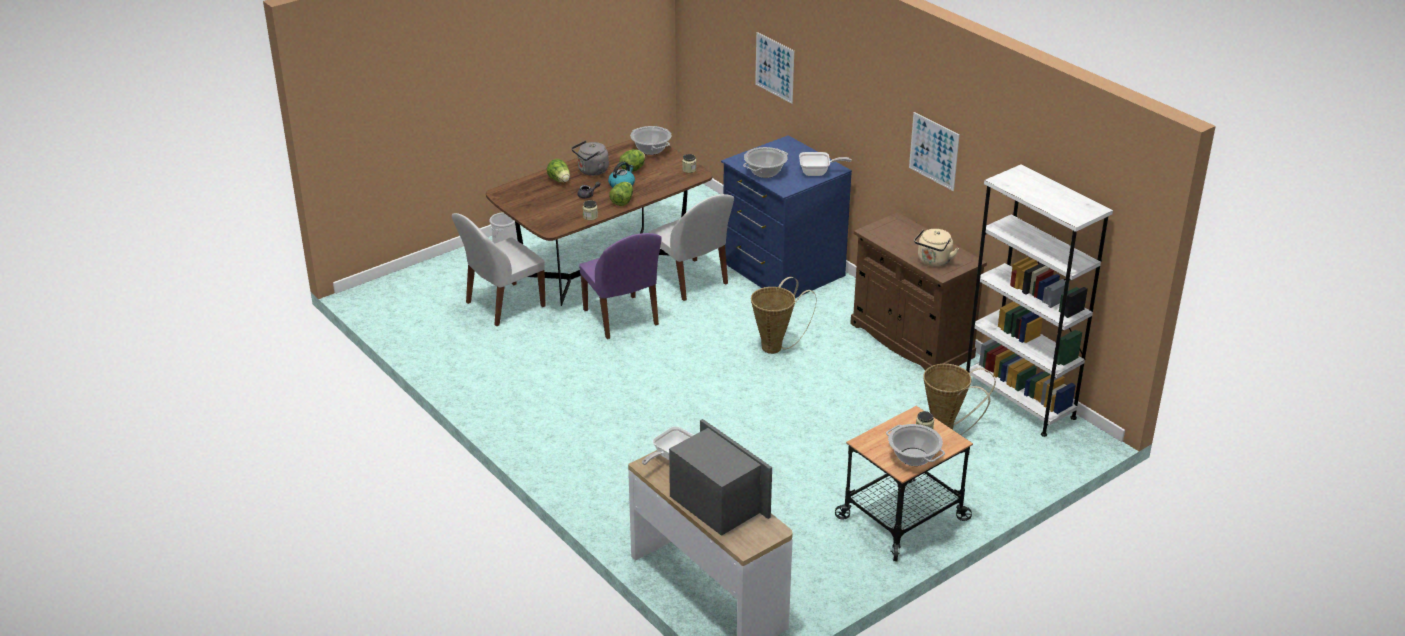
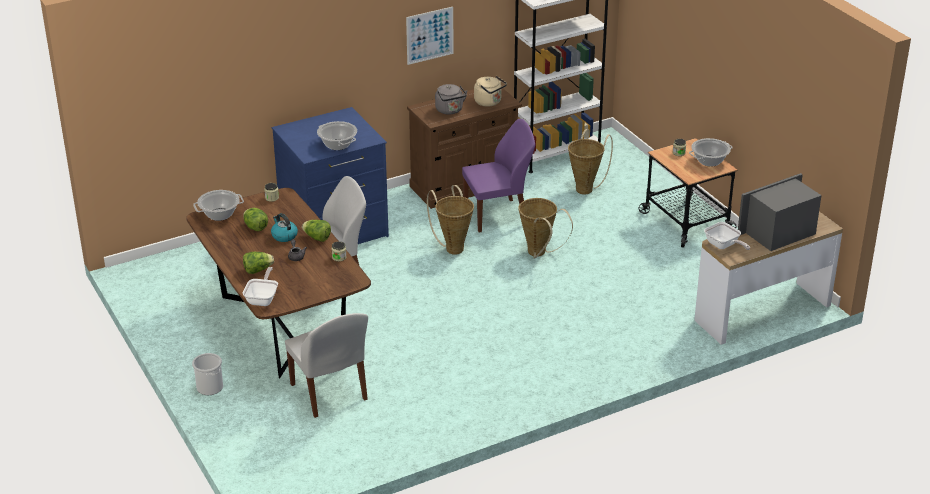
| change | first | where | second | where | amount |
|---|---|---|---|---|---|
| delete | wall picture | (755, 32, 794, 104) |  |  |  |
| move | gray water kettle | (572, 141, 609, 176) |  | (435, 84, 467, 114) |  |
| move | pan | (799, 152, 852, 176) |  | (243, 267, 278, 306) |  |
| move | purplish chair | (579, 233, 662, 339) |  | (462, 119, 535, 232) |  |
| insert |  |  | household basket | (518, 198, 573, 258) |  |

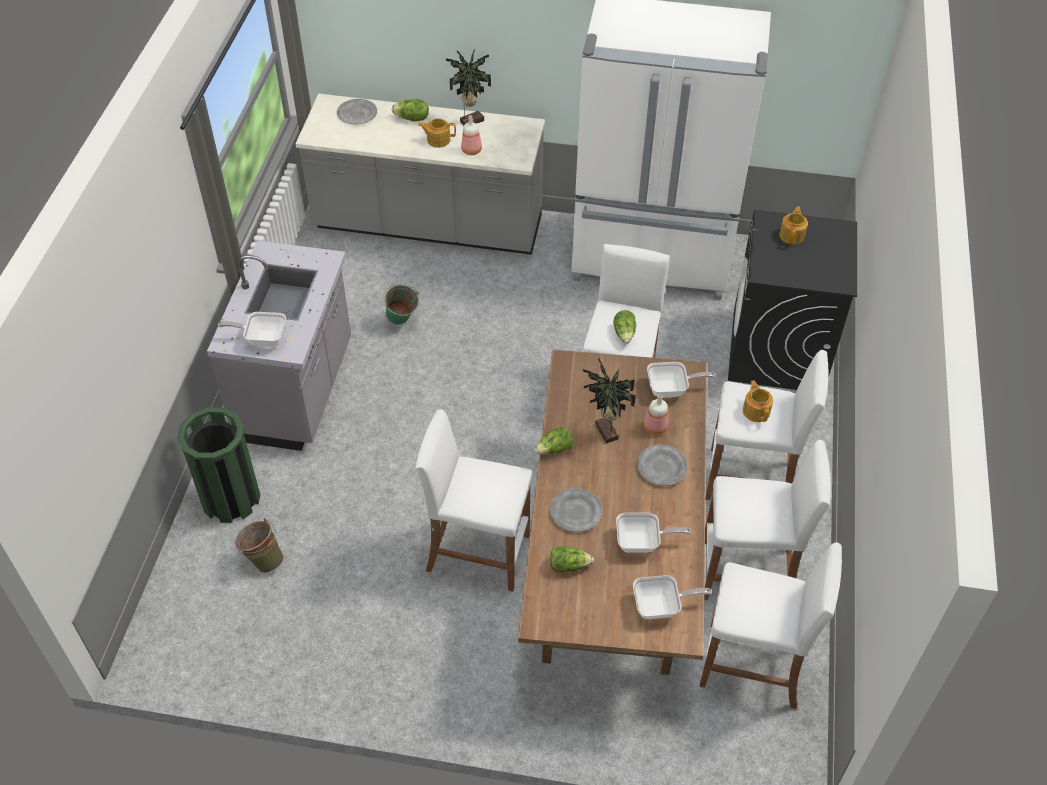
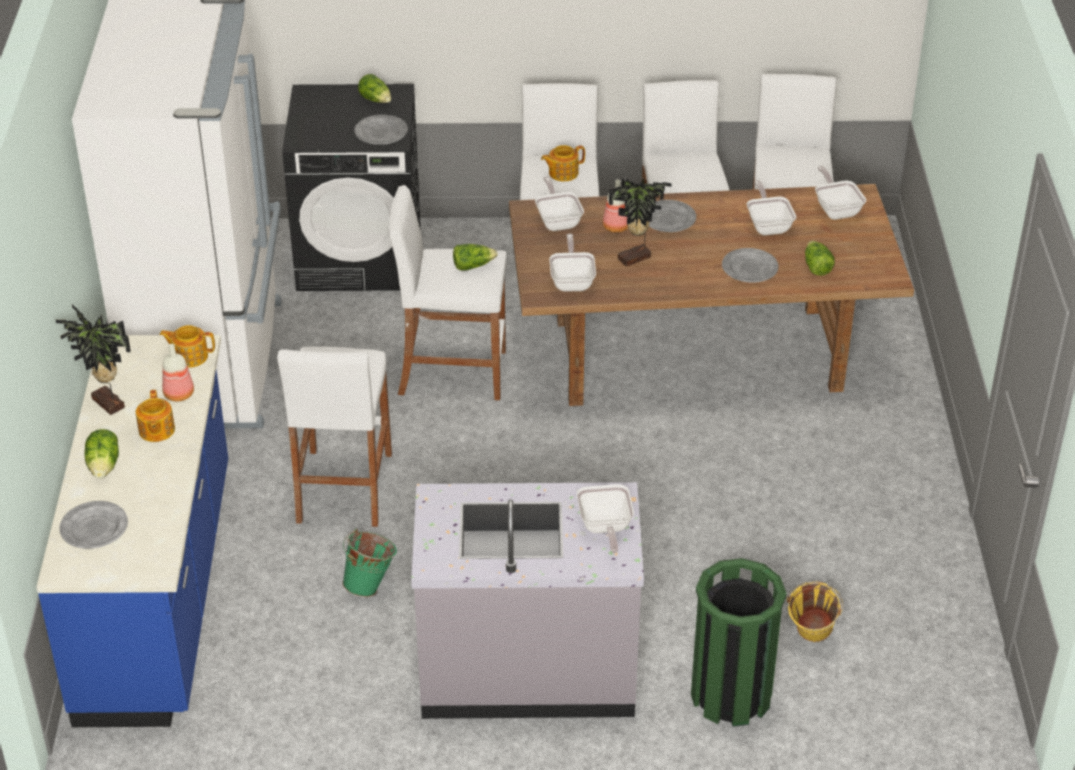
| change | first | where | second | where | amount |
|---|---|---|---|---|---|
| recolor | gray kitchen base unit | (296, 94, 545, 255) | blue-coloured kitchen base unit | (36, 335, 228, 727) |  |
| move | teapot | (779, 206, 808, 244) |  | (159, 325, 215, 368) |  |
| move | white stool seat | (416, 409, 532, 592) |  | (277, 346, 392, 527) |  |
| move | lettuce | (534, 427, 573, 454) |  | (358, 74, 391, 103) |  |
| recolor | green bucket | (234, 518, 284, 573) | yellowish bucket | (787, 581, 843, 642) |  |
| insert |  |  | gray flat dish | (354, 115, 408, 145) |  |
| insert |  |  | pan | (549, 234, 596, 292) |  |

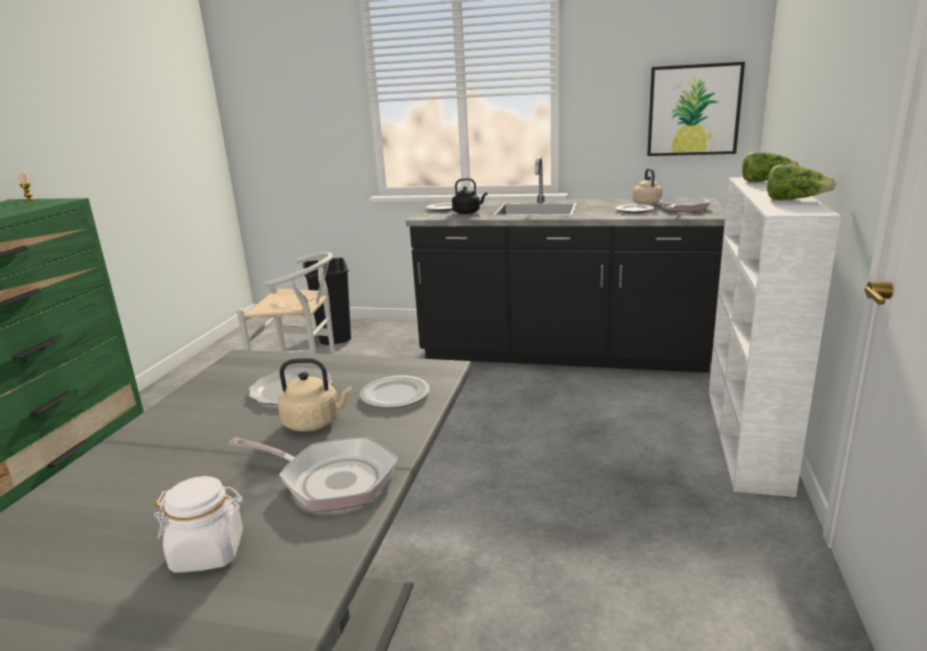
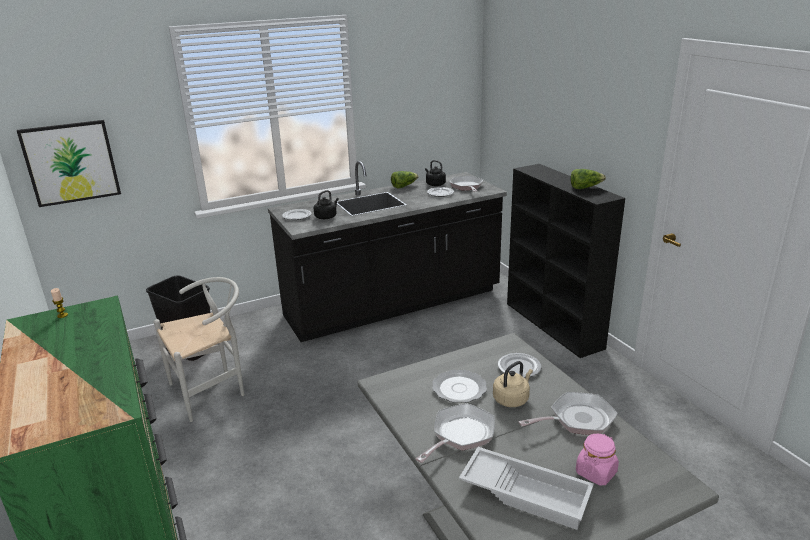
| change | first | where | second | where | amount |
|---|---|---|---|---|---|
| move | wall picture | (647, 62, 745, 156) |  | (17, 120, 121, 207) |  |
| move | lettuce | (742, 152, 799, 182) |  | (391, 171, 419, 188) |  |
| recolor | beige-coloured water kettle | (633, 168, 662, 205) | black water kettle | (425, 160, 446, 186) |  |
| recolor | white shelving unit | (709, 177, 841, 497) | black shelving unit | (507, 164, 625, 358) |  |
| recolor | white preserve jar | (154, 476, 243, 573) | pink-coloured preserve jar | (576, 434, 619, 485) |  |
| insert |  |  | pan | (416, 403, 495, 463) |  |
| insert |  |  | white serving tray | (459, 447, 594, 530) |  |

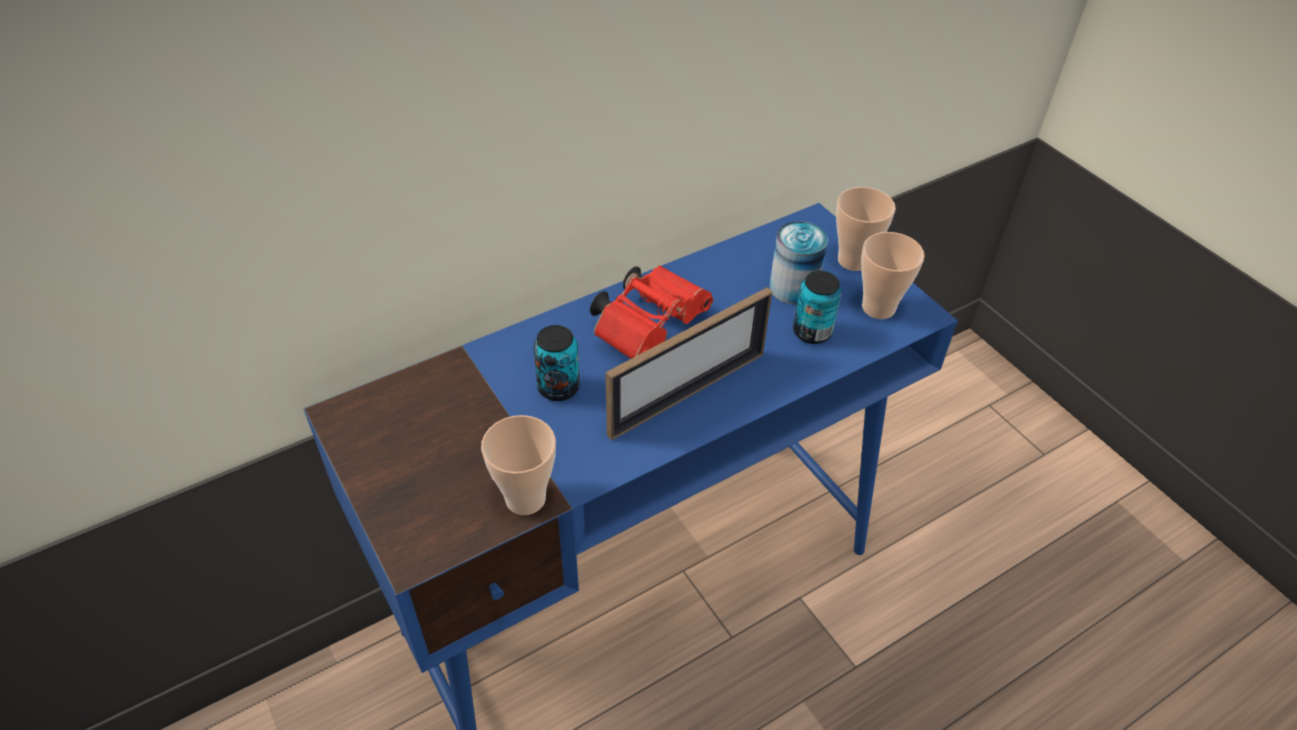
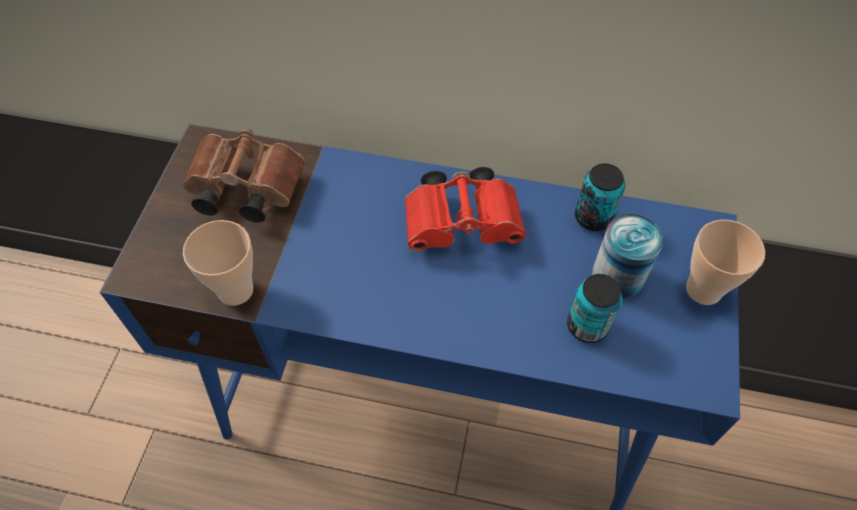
| change | first | where | second | where | amount |
|---|---|---|---|---|---|
| delete | small cup | (861, 232, 925, 319) |  |  |  |
| delete | standing frame | (606, 287, 772, 440) |  |  |  |
| move | metal can | (533, 325, 580, 401) |  | (575, 163, 625, 231) |  |
| insert |  |  | brown binoculars | (182, 129, 305, 223) |  |

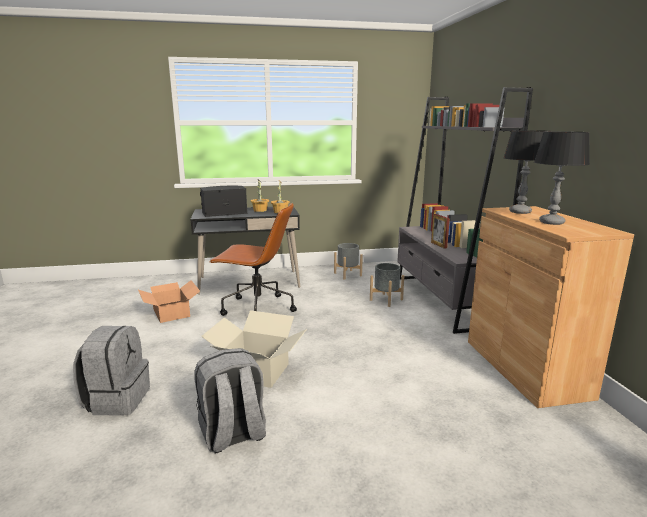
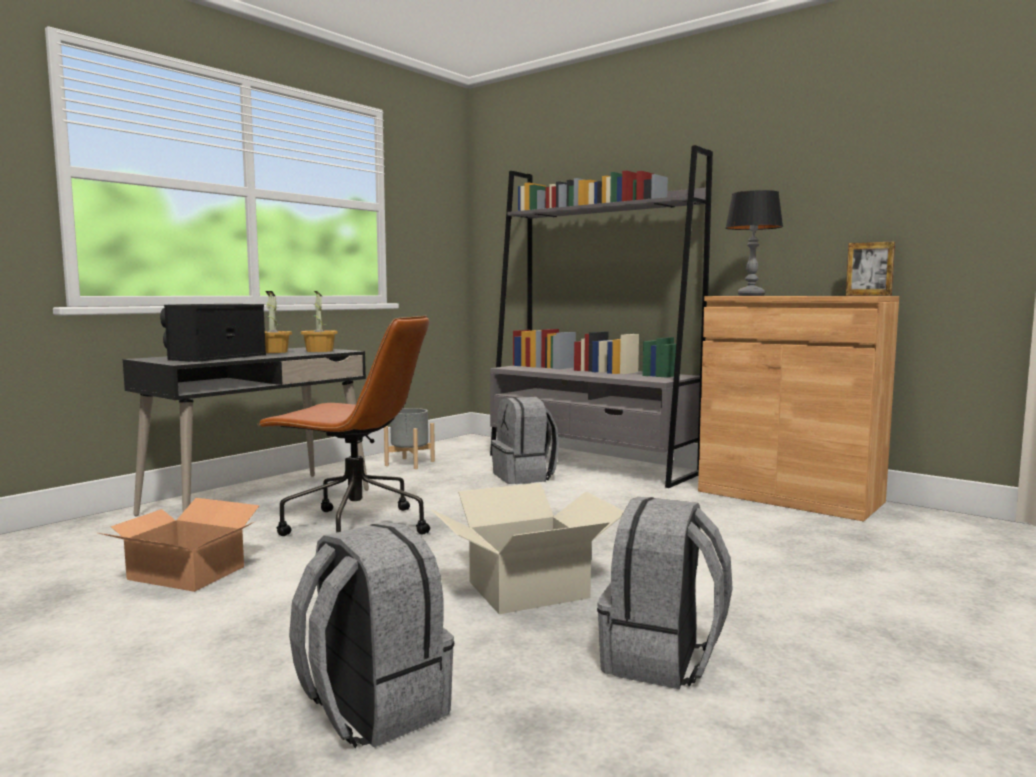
| change | first | where | second | where | amount |
|---|---|---|---|---|---|
| delete | table lamp | (534, 131, 590, 225) |  |  |  |
| rotate | brown office chair | (210, 202, 297, 316) |  | (257, 315, 430, 536) | 45 degrees clockwise |
| move | standing frame | (431, 214, 450, 249) |  | (846, 242, 895, 296) |  |
| replace | gray flower pot | (370, 263, 404, 307) | gray rucksack | (491, 397, 559, 484) |  |

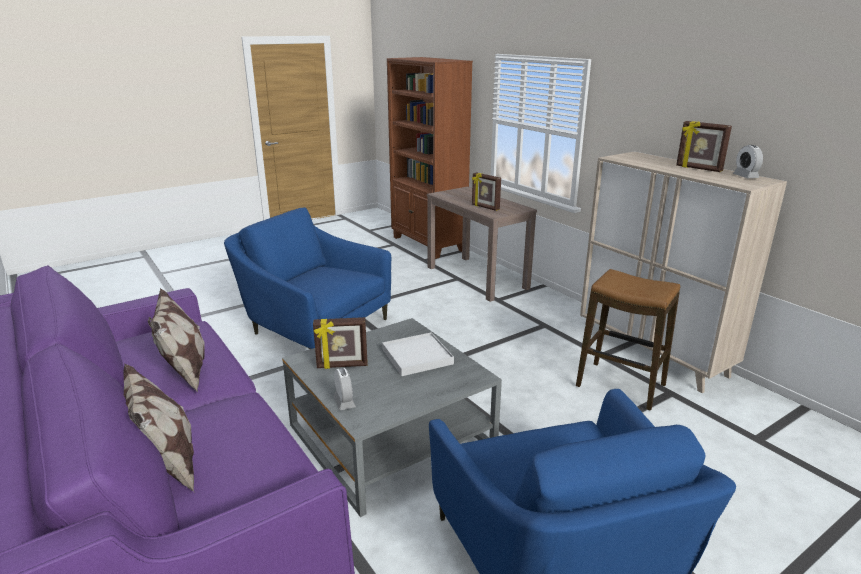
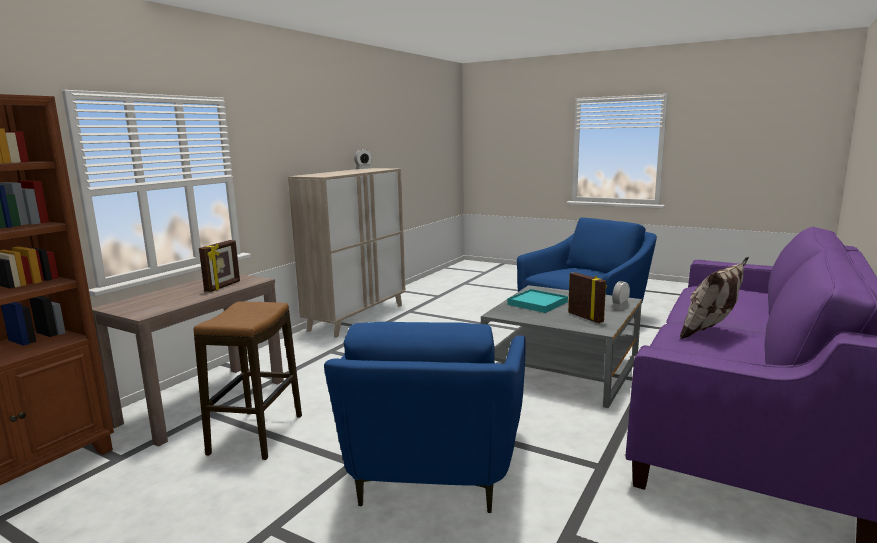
| change | first | where | second | where | amount |
|---|---|---|---|---|---|
| delete | standing frame | (676, 121, 732, 172) |  |  |  |
| move | stool seat | (576, 269, 680, 411) |  | (194, 302, 302, 460) |  |
| recolor | white serving tray | (382, 332, 454, 376) | turquoise-coloured serving tray | (507, 289, 568, 313) |  |
| delete | cushion | (123, 363, 195, 493) |  |  |  |

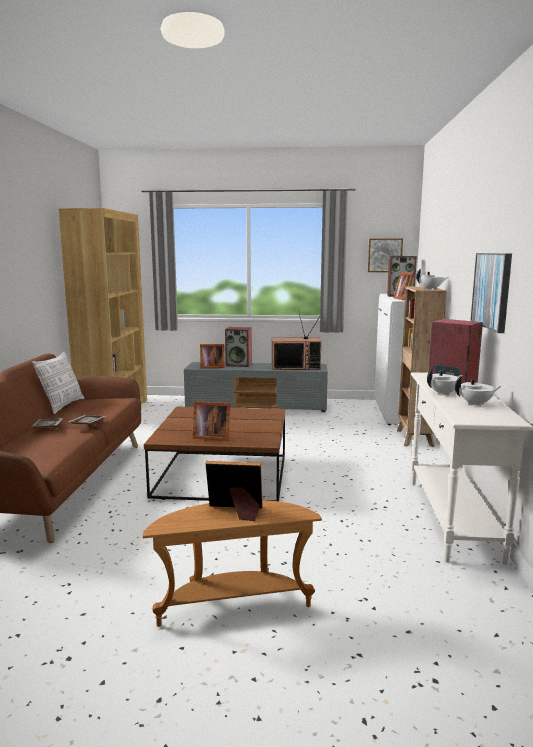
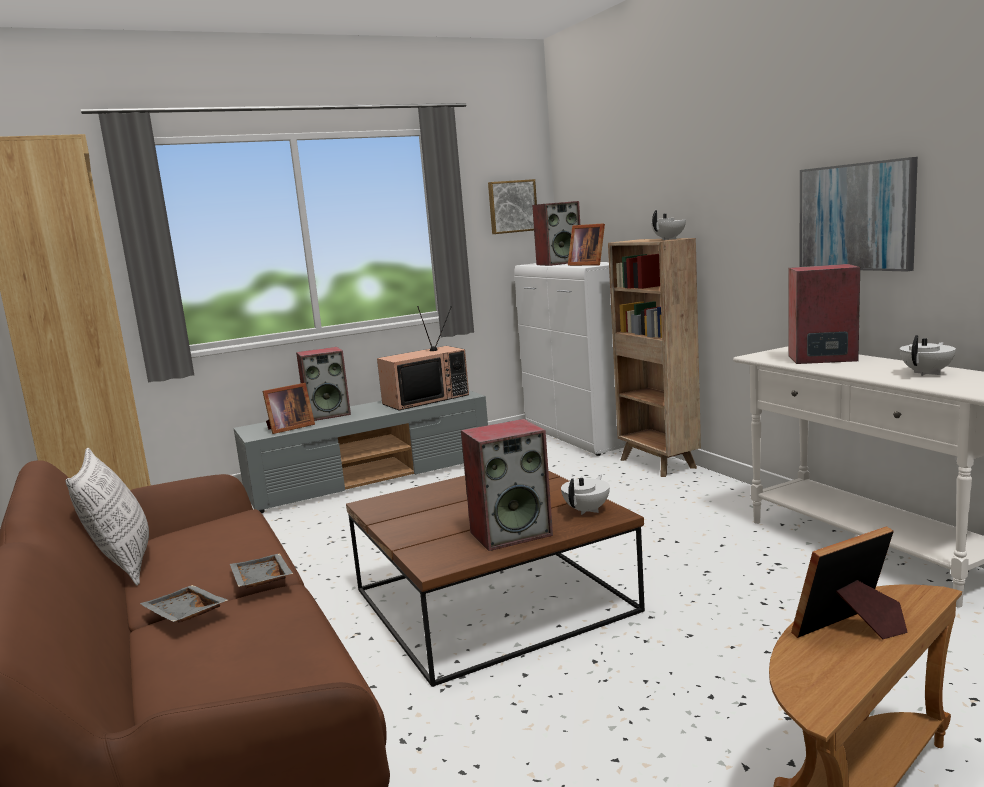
| change | first | where | second | where | amount |
|---|---|---|---|---|---|
| move | white teapot | (427, 368, 463, 396) |  | (561, 475, 610, 515) |  |
| replace | standing frame | (192, 401, 231, 441) | speaker | (461, 419, 553, 551) |  |

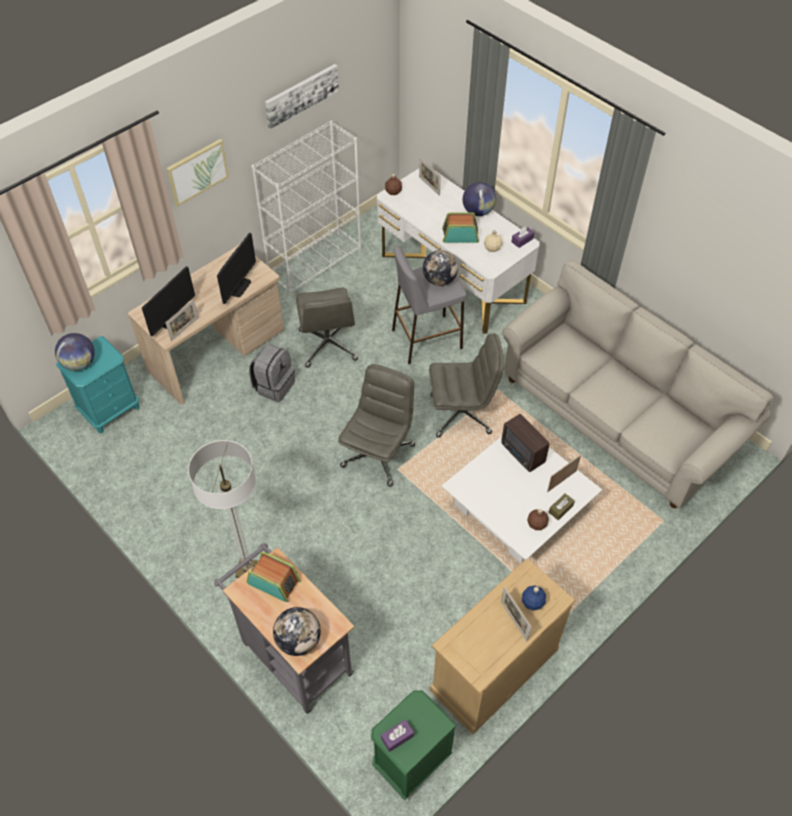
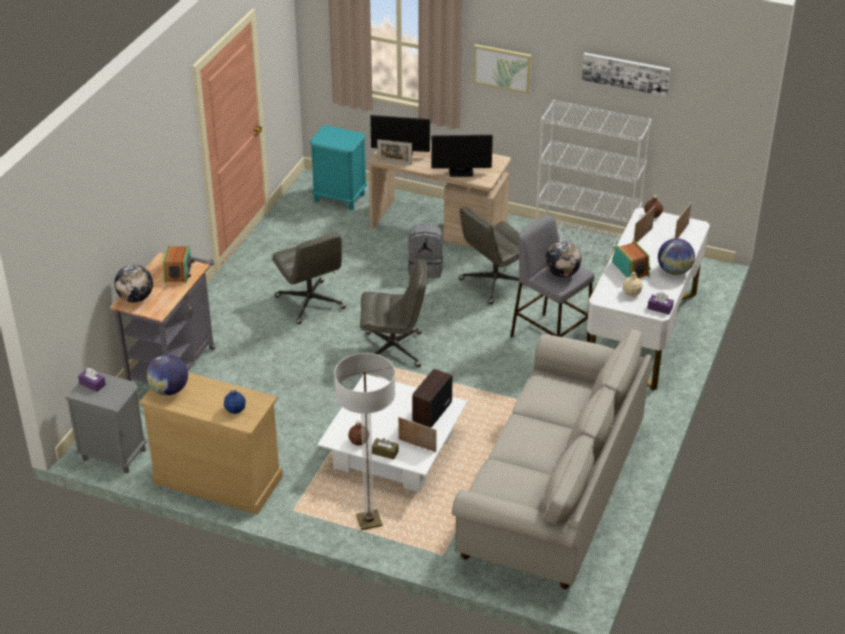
| change | first | where | second | where | amount |
|---|---|---|---|---|---|
| move | globe | (55, 333, 95, 371) |  | (147, 355, 188, 395) |  |
| move | gray office chair | (429, 333, 504, 438) |  | (272, 232, 346, 324) |  |
| move | standing lamp | (188, 440, 258, 578) |  | (334, 353, 395, 530) |  |
| move | standing frame | (501, 586, 532, 642) |  | (633, 206, 655, 242) |  |
| recolor | green night table | (371, 690, 457, 800) | gray night table | (65, 371, 147, 474) |  |

